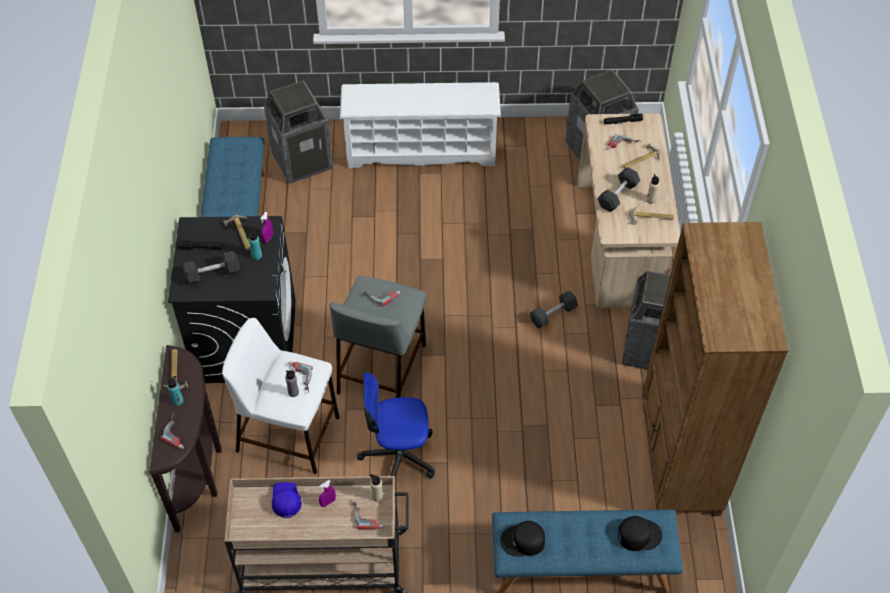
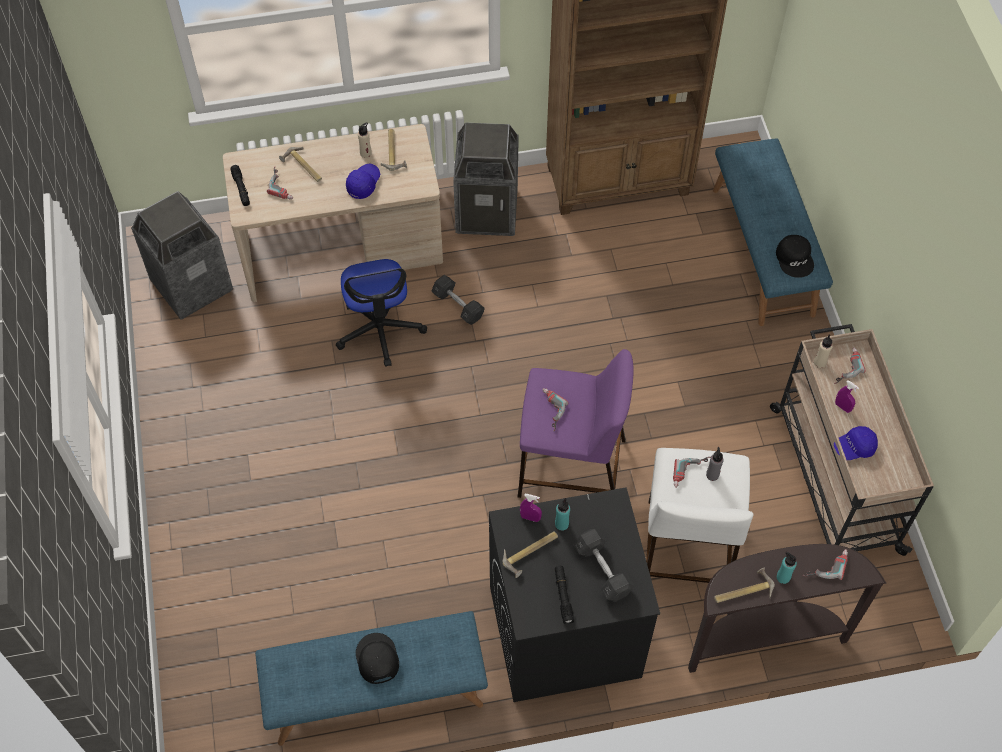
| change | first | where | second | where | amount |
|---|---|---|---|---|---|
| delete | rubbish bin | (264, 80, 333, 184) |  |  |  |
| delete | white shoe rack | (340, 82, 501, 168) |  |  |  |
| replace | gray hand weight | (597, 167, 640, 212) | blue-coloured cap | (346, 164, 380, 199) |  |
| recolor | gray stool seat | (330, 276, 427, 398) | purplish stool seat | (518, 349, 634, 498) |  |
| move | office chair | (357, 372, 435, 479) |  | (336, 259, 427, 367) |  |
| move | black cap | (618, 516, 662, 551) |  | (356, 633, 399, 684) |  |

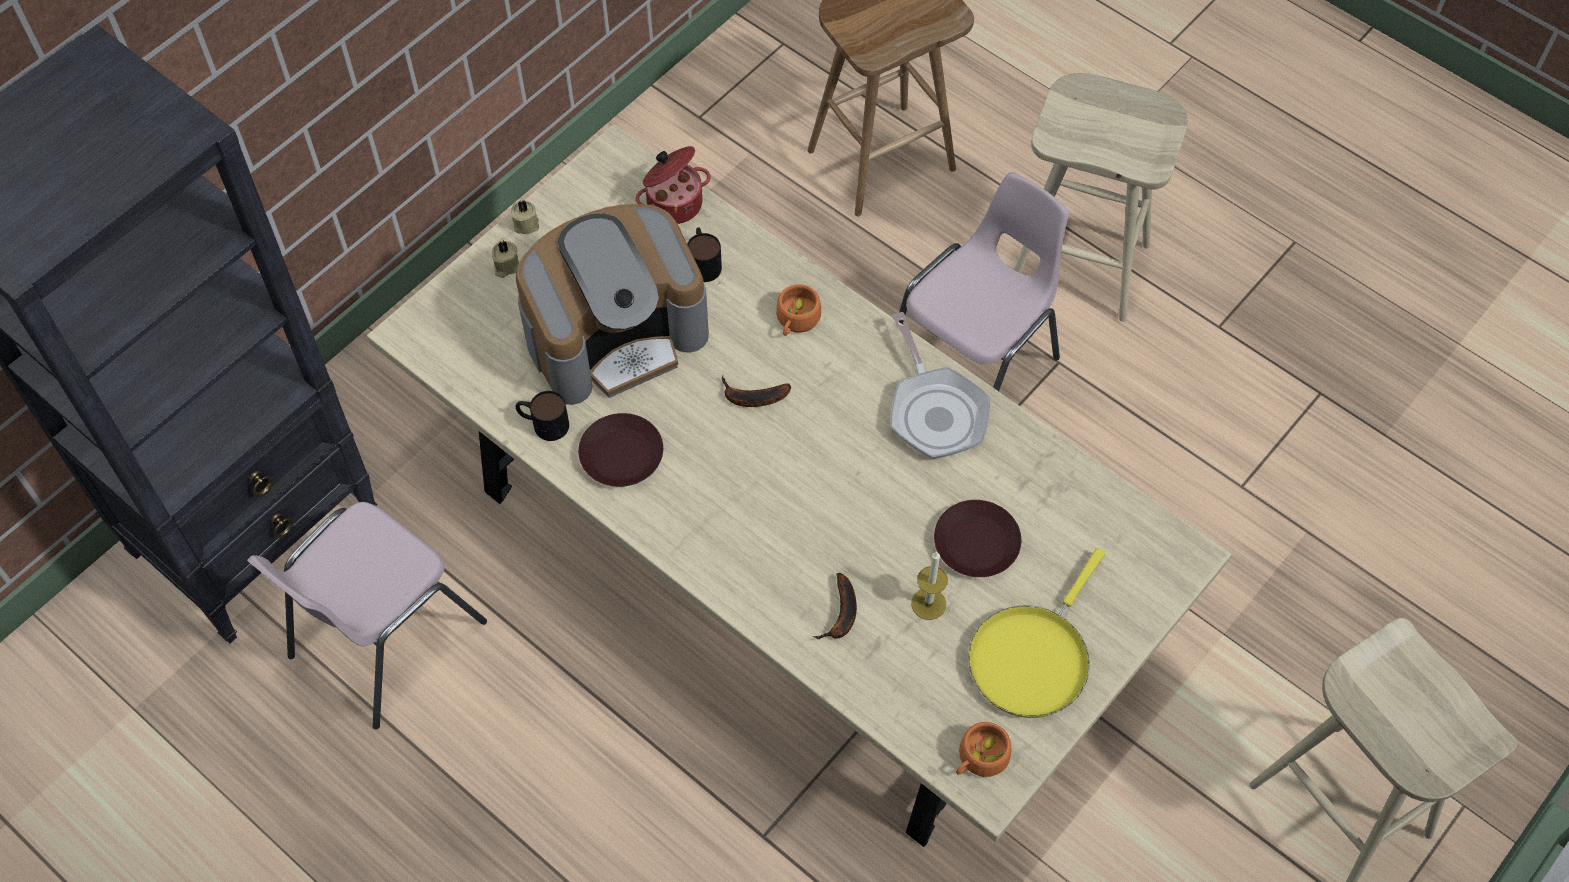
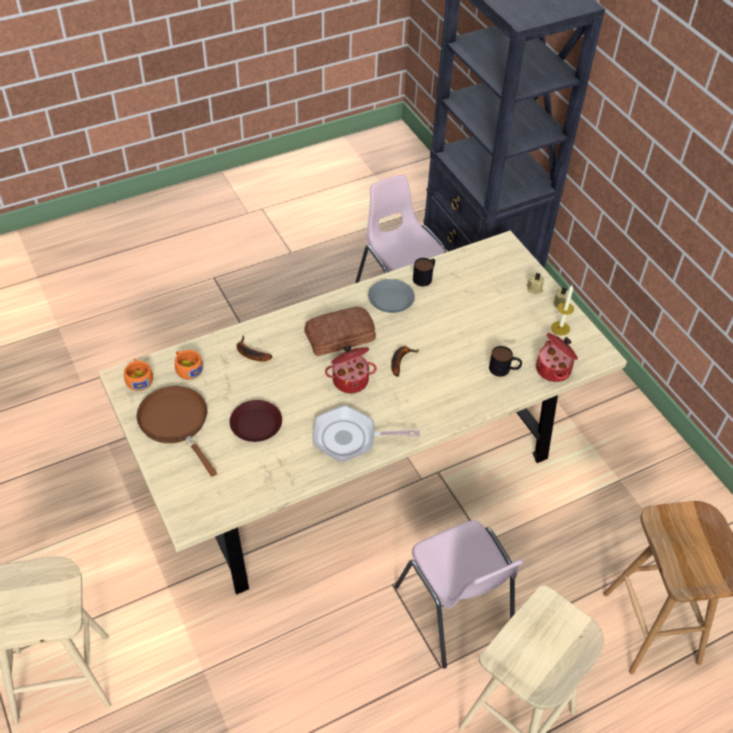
| change | first | where | second | where | amount |
|---|---|---|---|---|---|
| delete | coffee brewer | (516, 204, 709, 405) |  |  |  |
| move | orange small cup | (776, 284, 821, 336) |  | (175, 350, 203, 379) |  |
| recolor | brown flat dish | (578, 413, 663, 487) | gray flat dish | (368, 279, 415, 313) |  |
| recolor | yellowish pan | (968, 548, 1105, 718) | brown pan | (137, 386, 217, 477) |  |
| move | wax candle | (911, 552, 948, 620) |  | (551, 285, 574, 336) |  |
| insert |  |  | bakery bread | (304, 307, 376, 356) |  |
| insert |  |  | saucepot | (325, 345, 377, 393) |  |

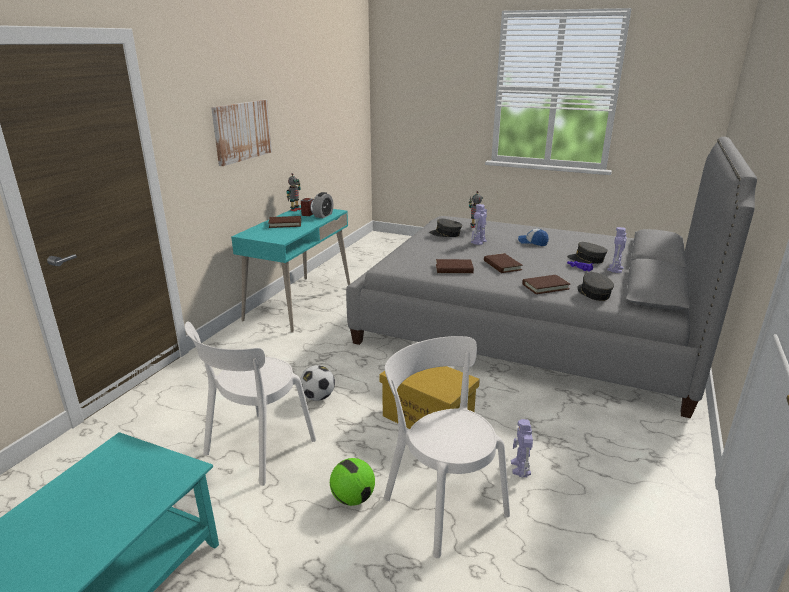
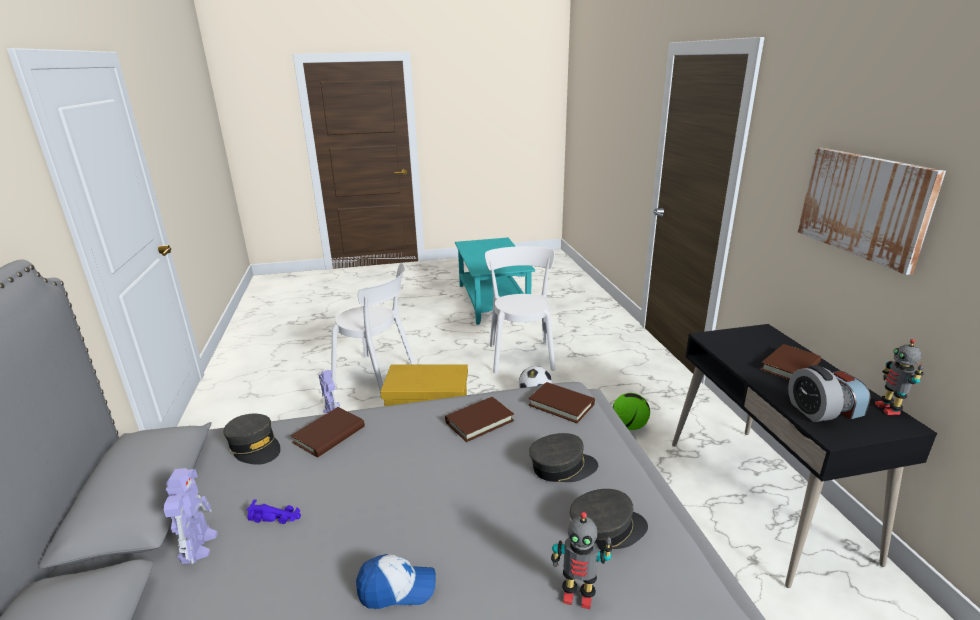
| change | first | where | second | where | amount |
|---|---|---|---|---|---|
| delete | toy robot | (471, 204, 487, 245) |  |  |  |
| recolor | turquoise-coloured desk | (231, 205, 350, 333) | black desk | (672, 324, 937, 588) |  |
| move | gray cap | (567, 242, 608, 264) |  | (529, 433, 599, 482) |  |
| move | brown book | (484, 253, 523, 273) |  | (528, 382, 595, 424) |  |
| move | ball for football | (330, 458, 375, 506) |  | (613, 393, 650, 430) |  |

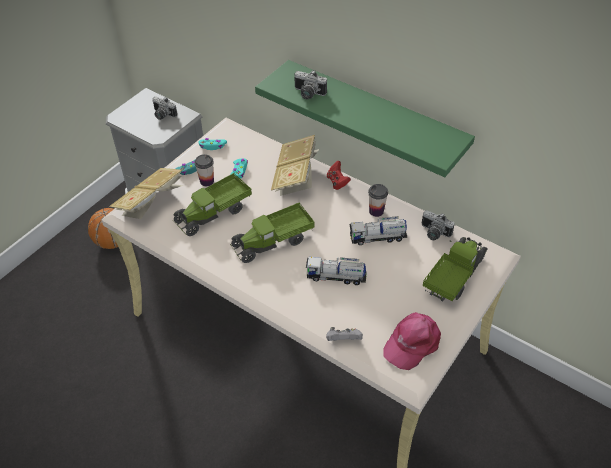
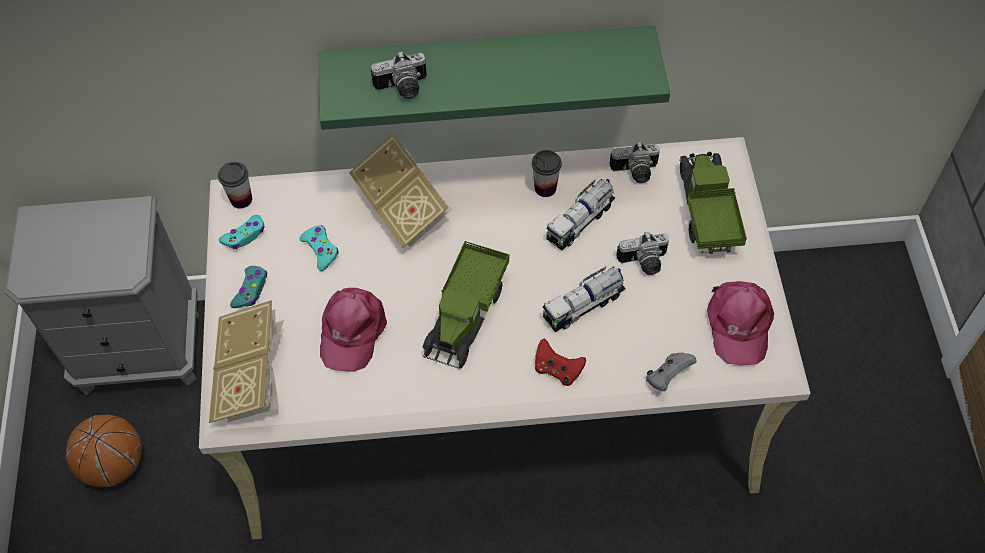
| change | first | where | second | where | amount |
|---|---|---|---|---|---|
| move | still camera | (152, 97, 177, 120) |  | (616, 232, 669, 275) |  |
| move | small cup | (194, 154, 214, 186) |  | (218, 162, 252, 209) |  |
| move | red game controller | (327, 161, 351, 190) |  | (535, 338, 586, 386) |  |
| replace | model truck | (173, 173, 252, 236) | pink-coloured cap | (320, 288, 387, 372) |  |

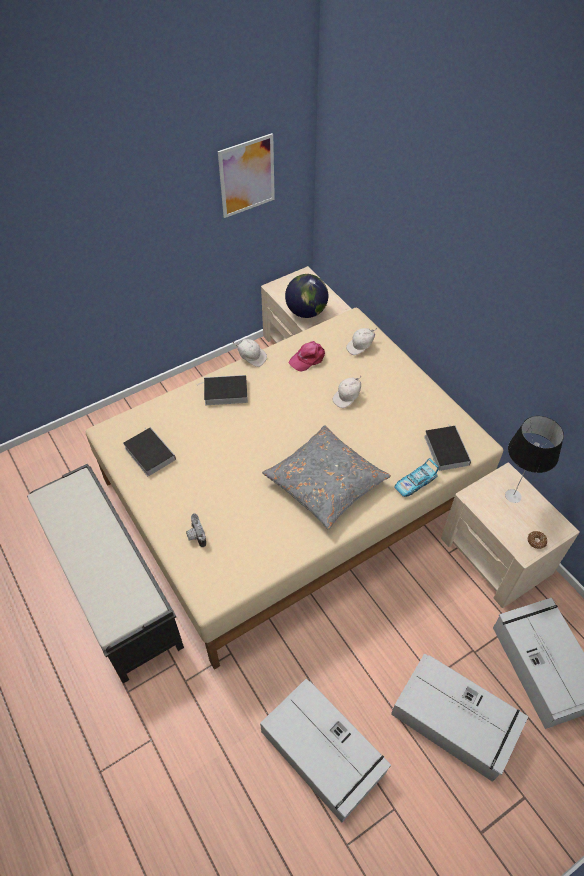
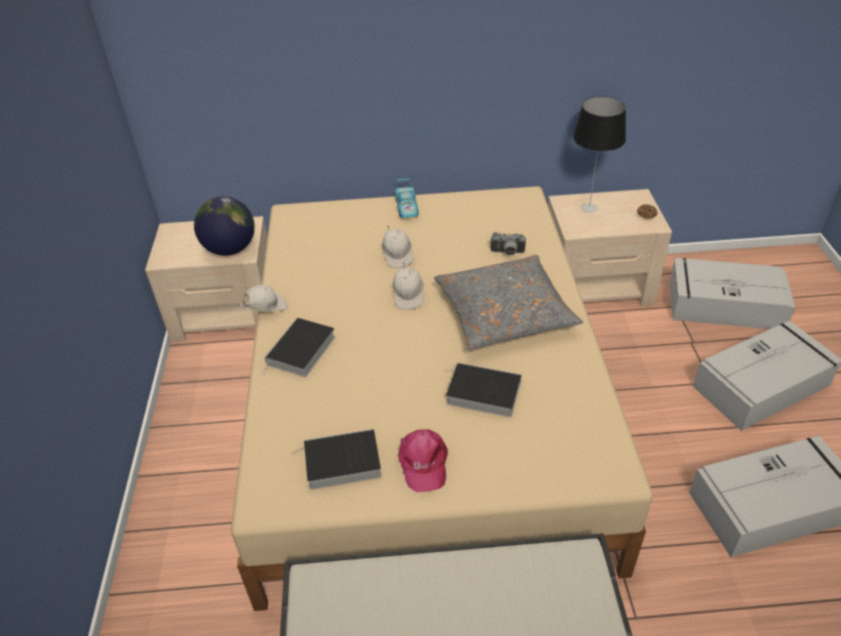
| change | first | where | second | where | amount |
|---|---|---|---|---|---|
| delete | wall picture | (218, 133, 275, 218) |  |  |  |
| move | white cap | (346, 328, 377, 355) |  | (393, 263, 424, 310) |  |
| move | pink-coloured cap | (288, 341, 325, 372) |  | (398, 429, 448, 492) |  |
| move | book | (424, 424, 471, 471) |  | (444, 363, 521, 417) |  |
| move | model car | (394, 458, 439, 497) |  | (395, 178, 419, 218) |  |
| move | still camera | (186, 513, 206, 547) |  | (490, 232, 526, 255) |  |

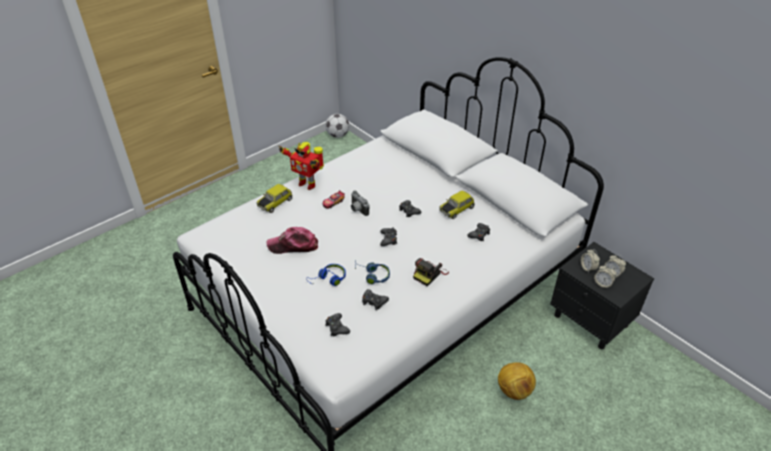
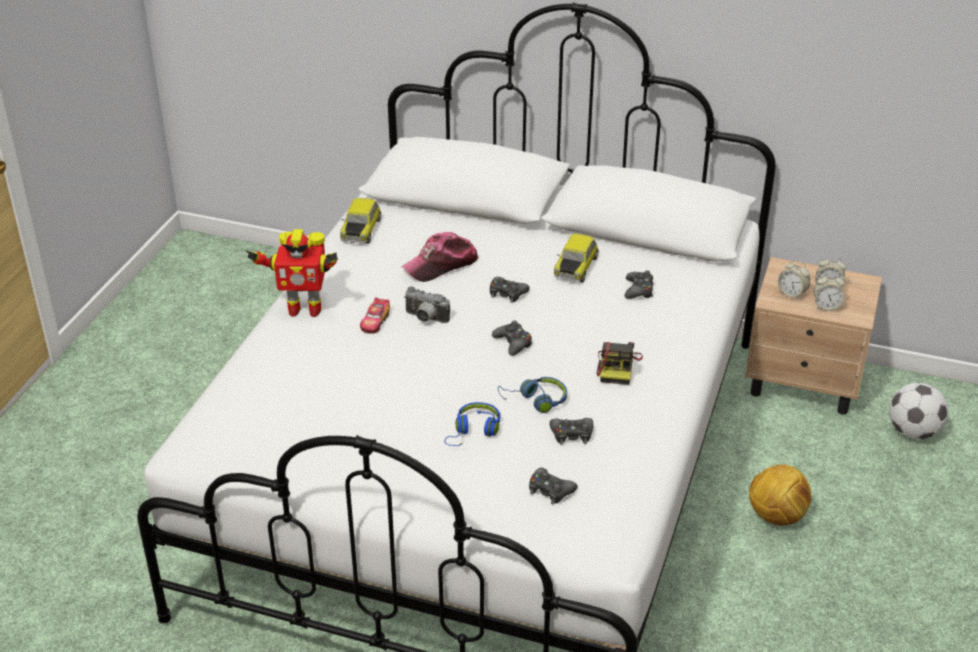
| change | first | where | second | where | amount |
|---|---|---|---|---|---|
| move | ball for football | (325, 114, 349, 138) |  | (889, 383, 948, 439) |  |
| move | model car | (256, 184, 293, 213) |  | (340, 198, 382, 243) |  |
| move | cap | (267, 227, 318, 254) |  | (401, 232, 479, 282) |  |
| recolor | black night table | (550, 242, 654, 349) | beige-coloured night table | (745, 257, 882, 415) |  |

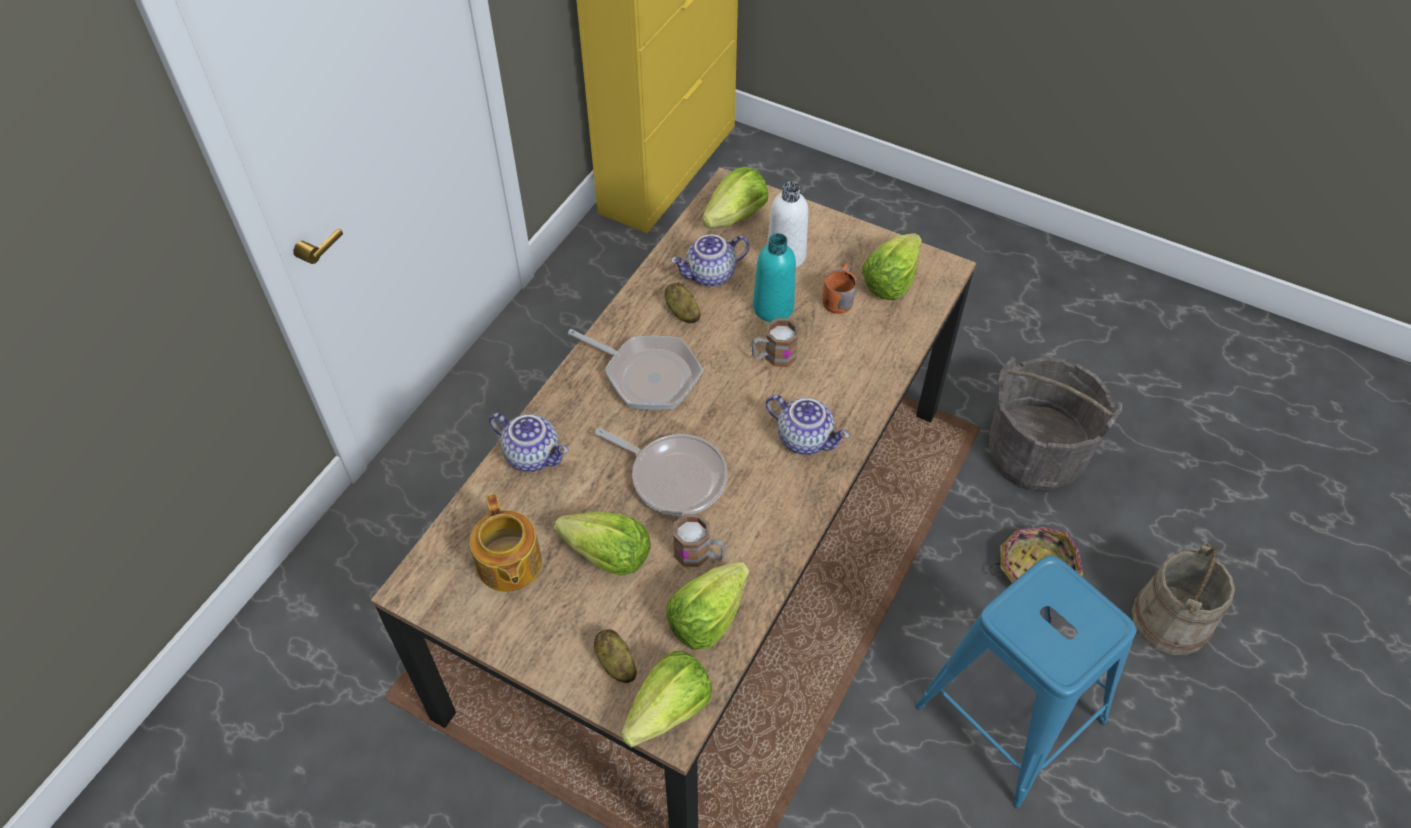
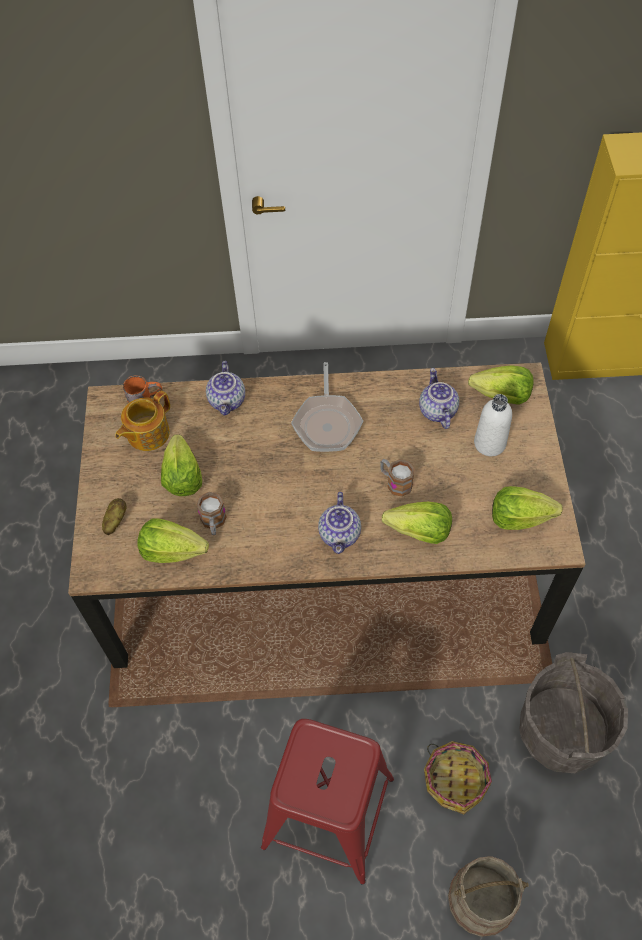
| change | first | where | second | where | amount |
|---|---|---|---|---|---|
| delete | turquoise-coloured drink bottle | (753, 233, 796, 322) |  |  |  |
| rotate | teapot | (671, 234, 750, 287) |  | (419, 368, 459, 429) | 45 degrees clockwise |
| move | orange mug | (823, 264, 857, 314) |  | (123, 375, 162, 403) |  |
| delete | potato | (665, 282, 701, 323) |  |  |  |
| delete | pan | (595, 428, 728, 516) |  |  |  |
| recolor | blue-coloured stool seat | (915, 556, 1137, 808) | red stool seat | (261, 719, 394, 885) |  |
| move | lettuce | (621, 651, 712, 748) |  | (382, 502, 452, 544) |  |

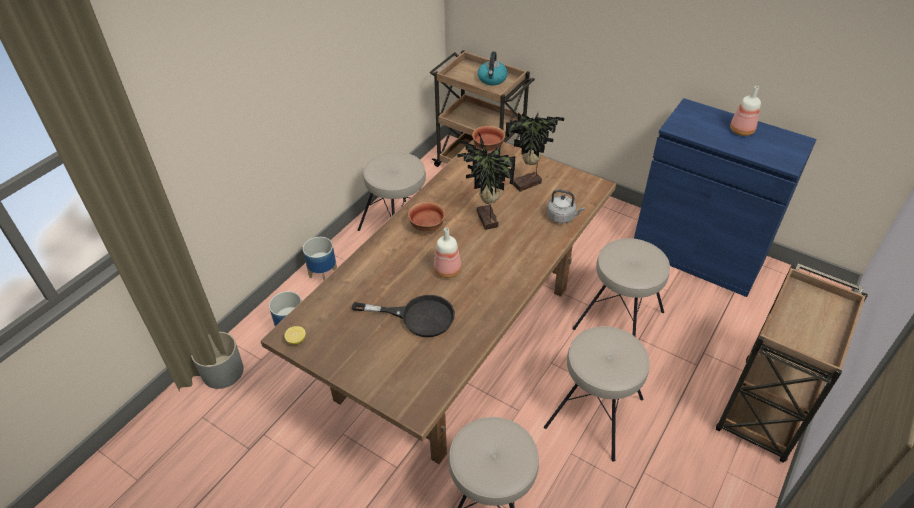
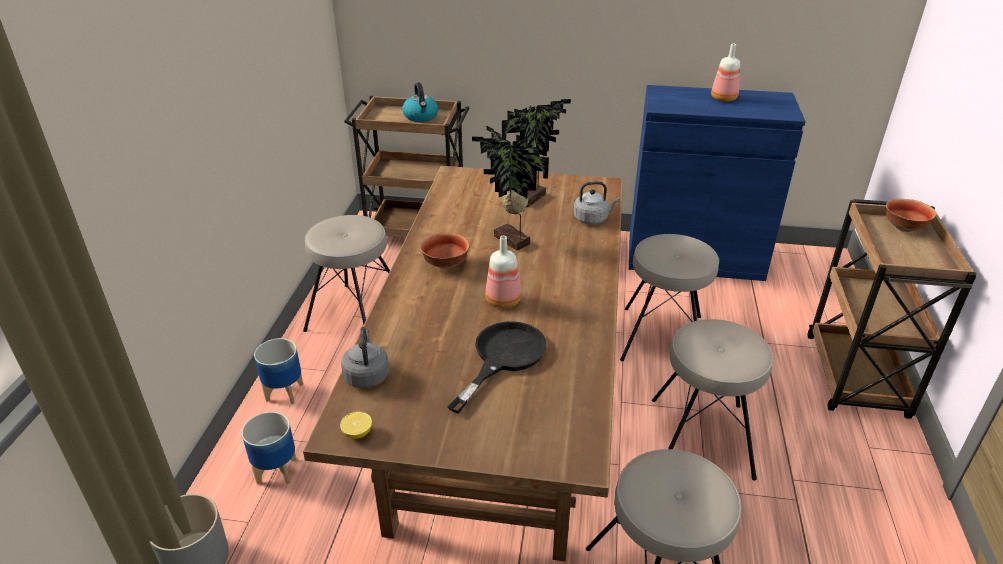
| change | first | where | second | where | amount |
|---|---|---|---|---|---|
| move | serving bowl | (472, 126, 505, 151) |  | (886, 198, 936, 232) |  |
| rotate | black pan | (352, 295, 455, 337) |  | (447, 321, 547, 413) | 45 degrees counterclockwise |
| insert |  |  | gray water kettle | (341, 327, 389, 388) |  |

